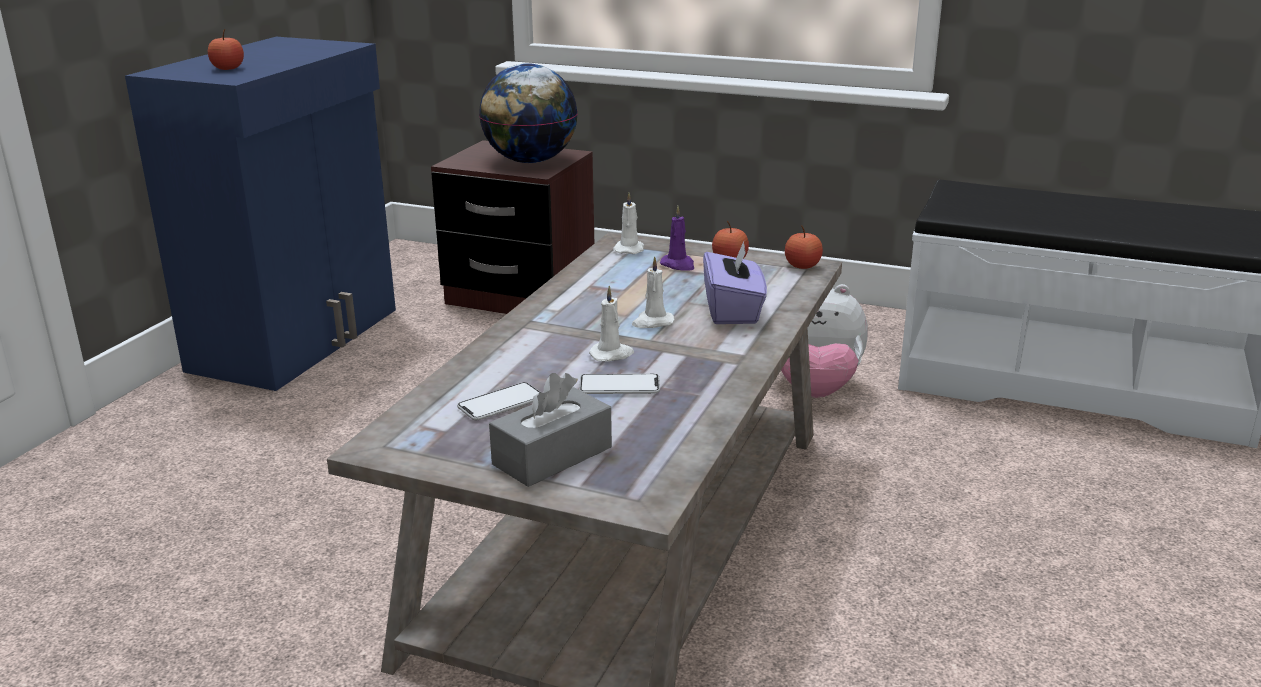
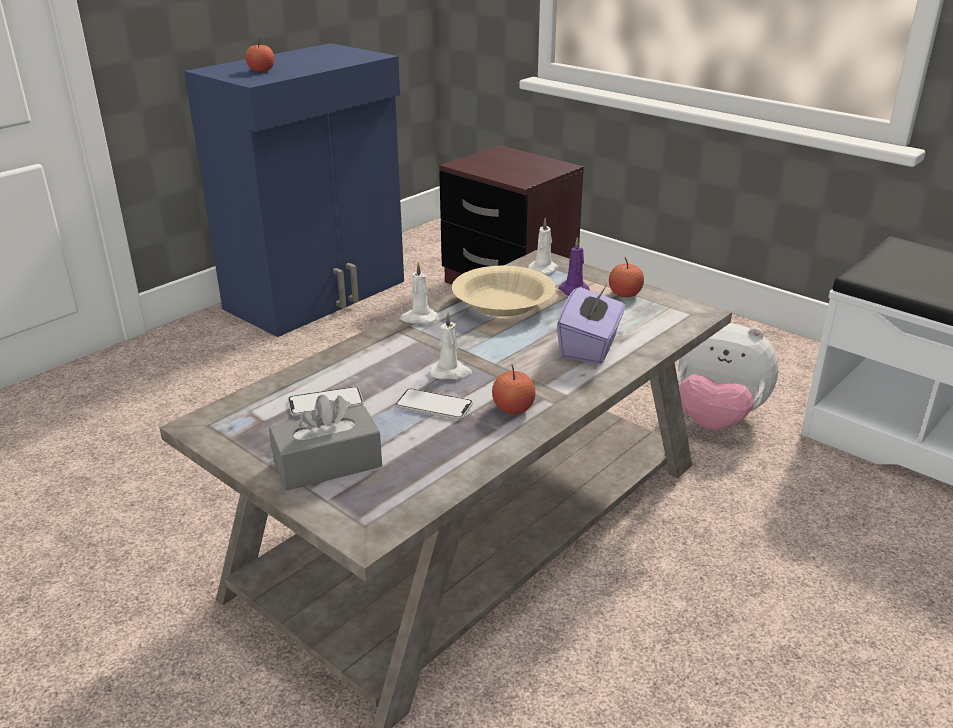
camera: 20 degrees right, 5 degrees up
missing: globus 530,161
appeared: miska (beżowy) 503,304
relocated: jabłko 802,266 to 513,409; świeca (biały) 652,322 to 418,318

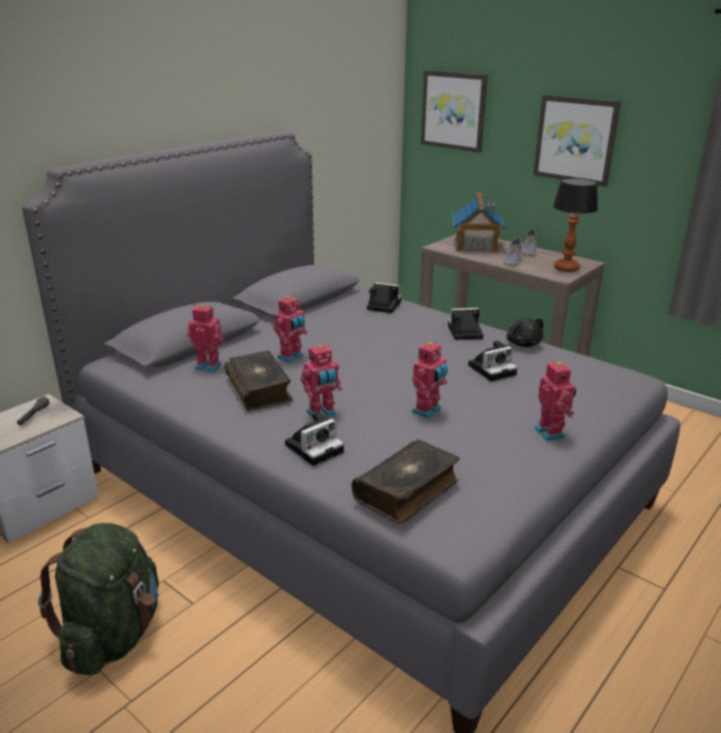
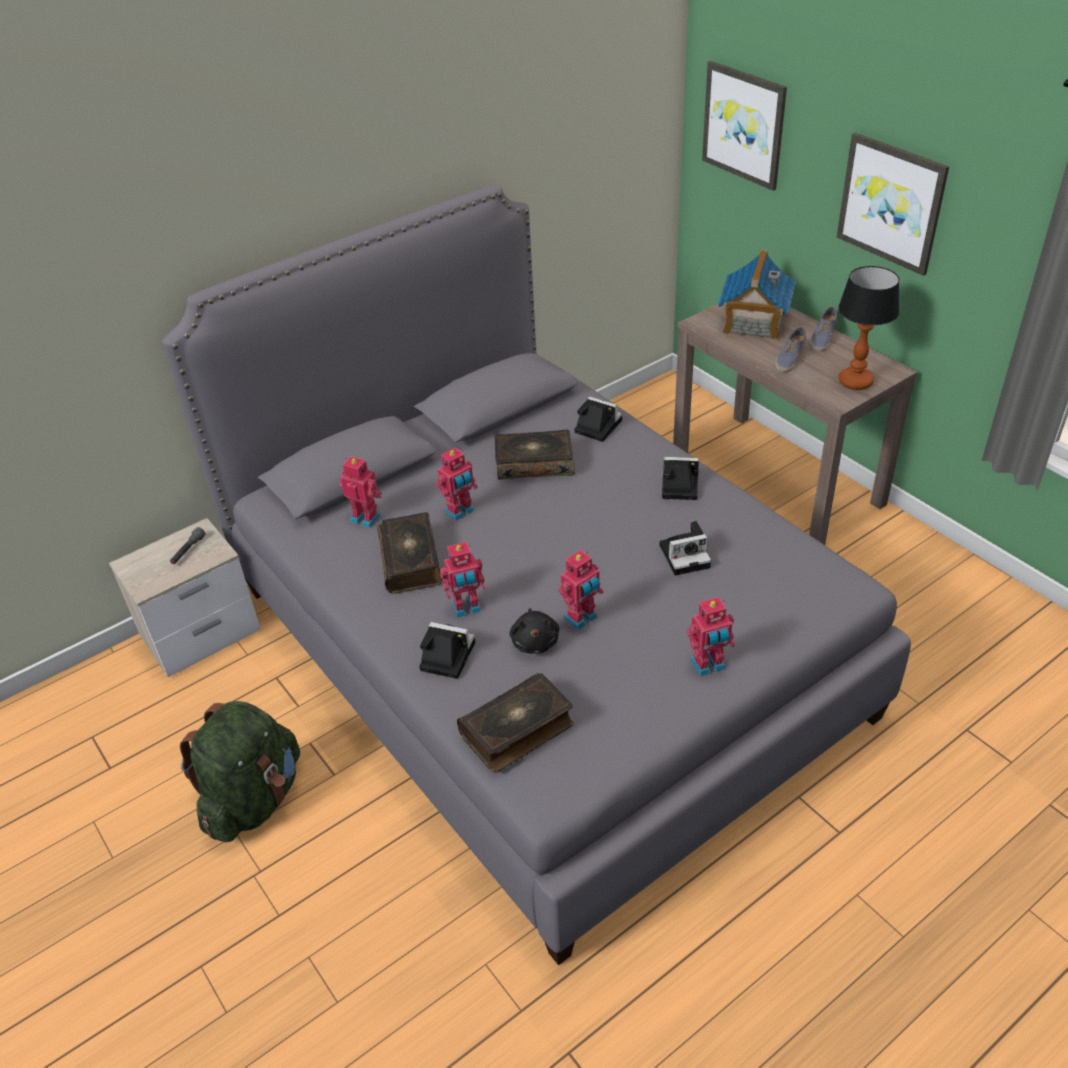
camera: 15 degrees right, 15 degrees up
appeared: książka 534,463
relocated: pluszak (czarny) 523,344 to 535,641
spun: robot zabawkowy 551,432 = 708,666 75 degrees clockwise; aparat fotograficzny 315,447 = 445,656 135 degrees counterclockwise

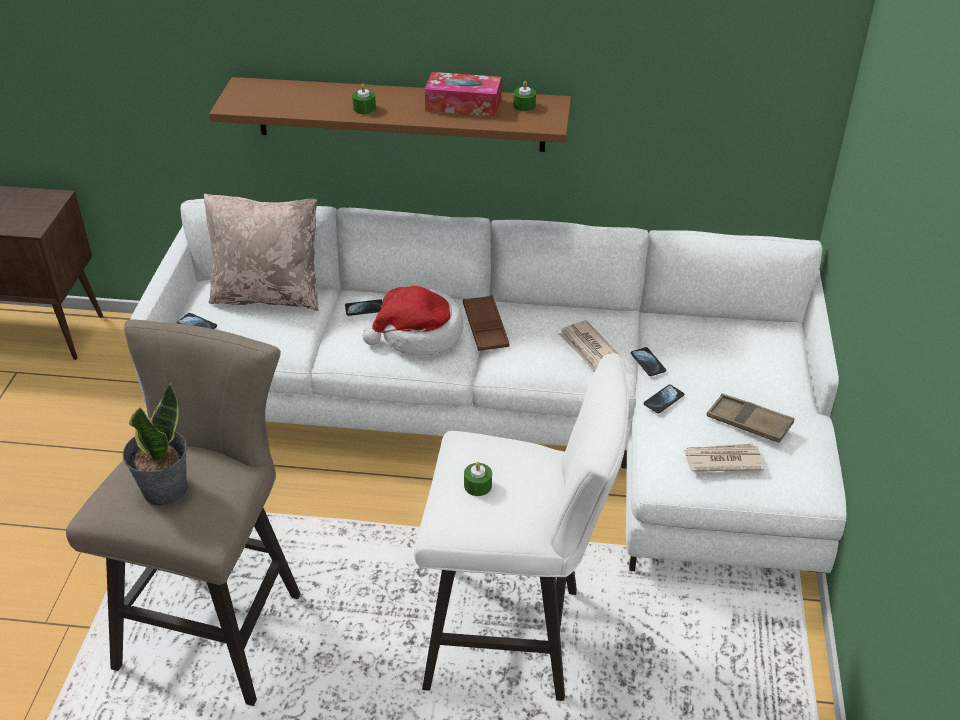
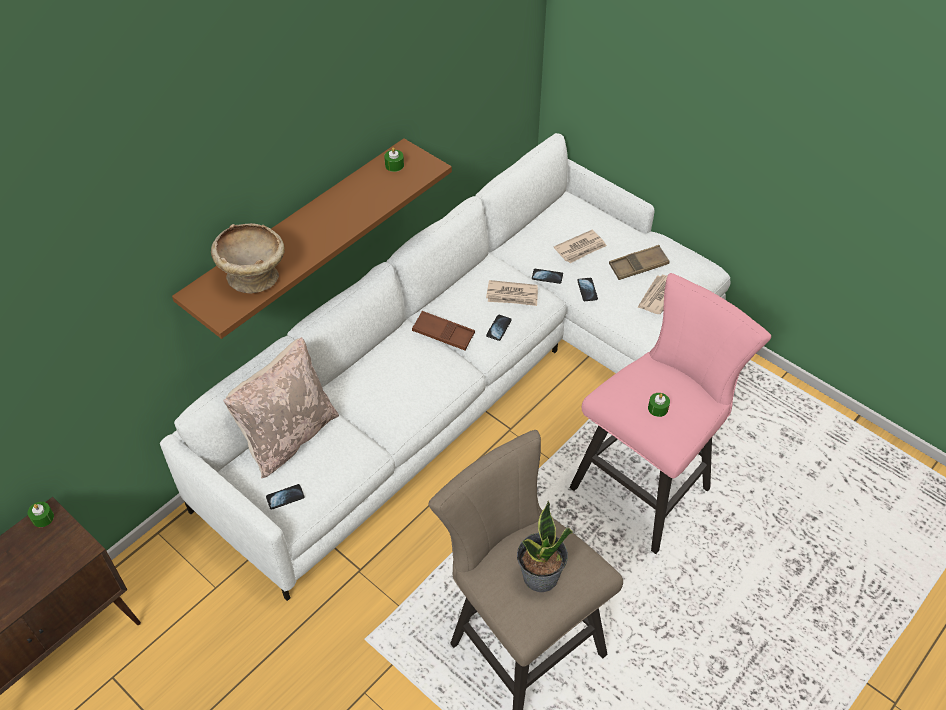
camera: 55 degrees left, 10 degrees up
missing: pudełko chusteczek 463,105; kapelusz 419,334
appeared: miska (beżowy) 253,276; gazeta 580,248
relocated: świeca (zielony) 364,108 to 43,518; telefon 364,308 to 498,328
colour: stołek (biały) 516,637 to stołek (różowy) 648,484

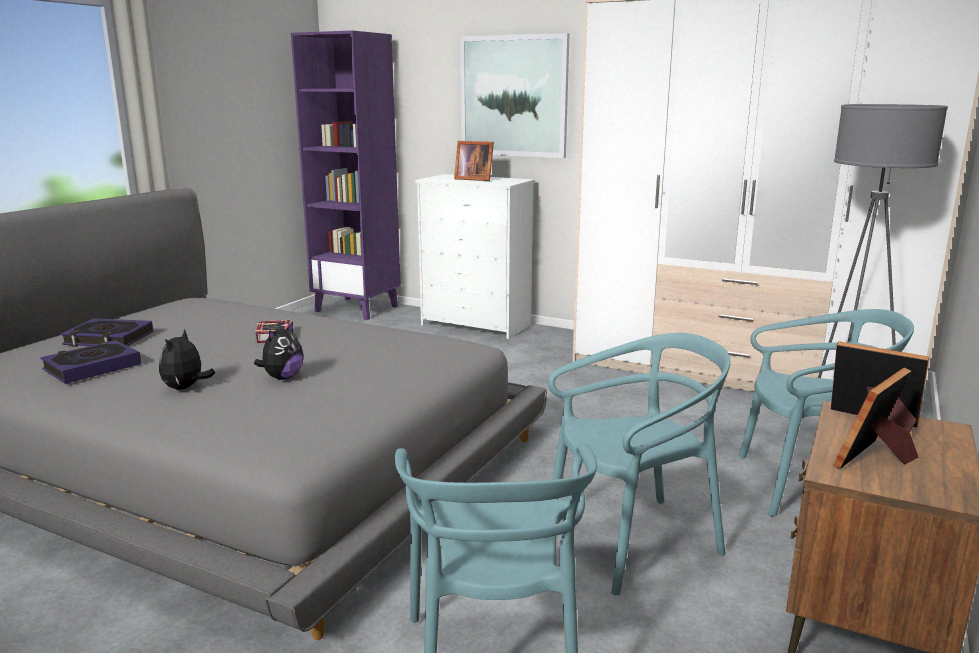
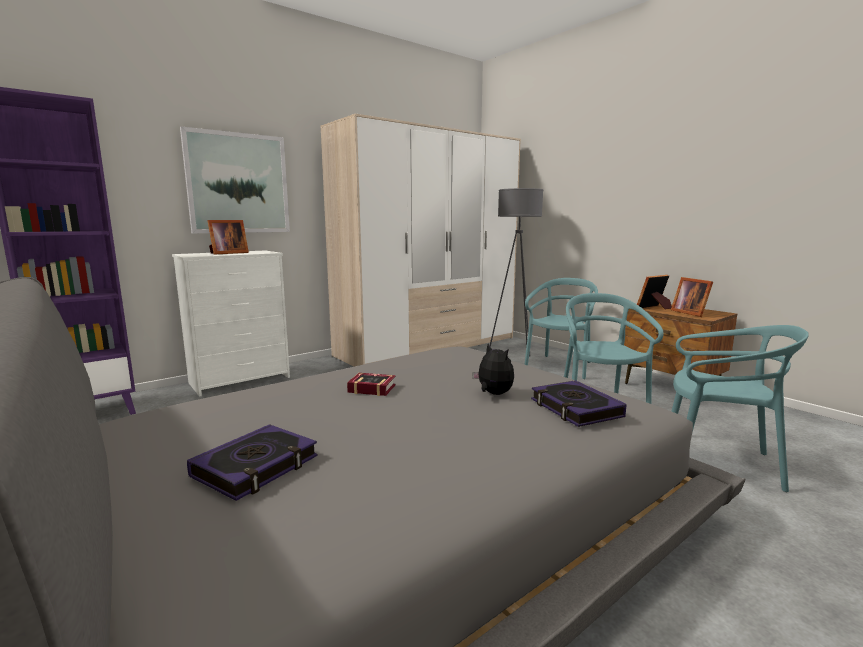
camera: 65 degrees left, 5 degrees down
missing: pluszak 186,388
relocated: książka 92,367 to 575,408

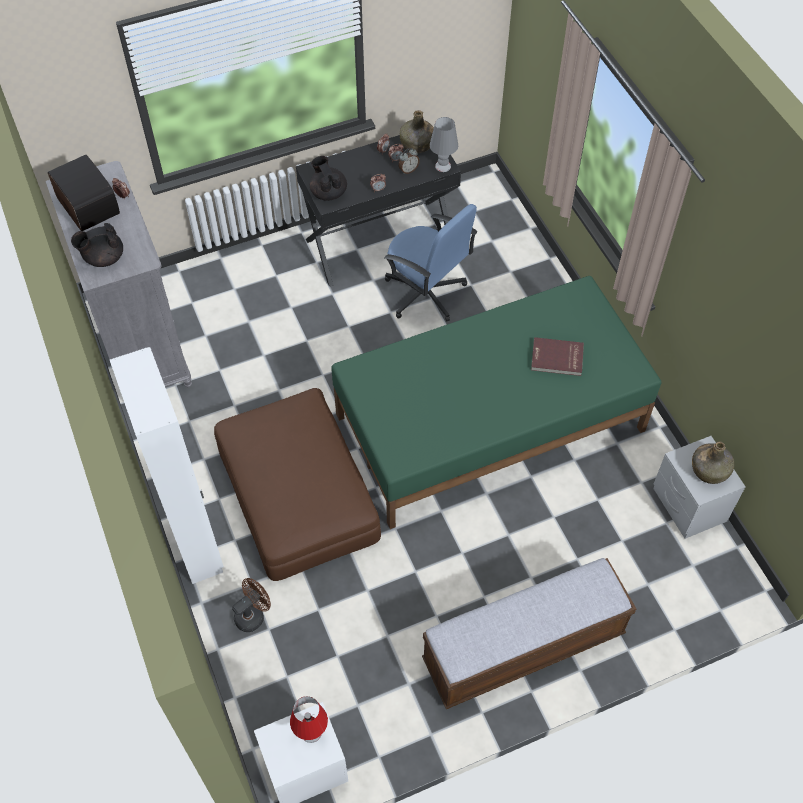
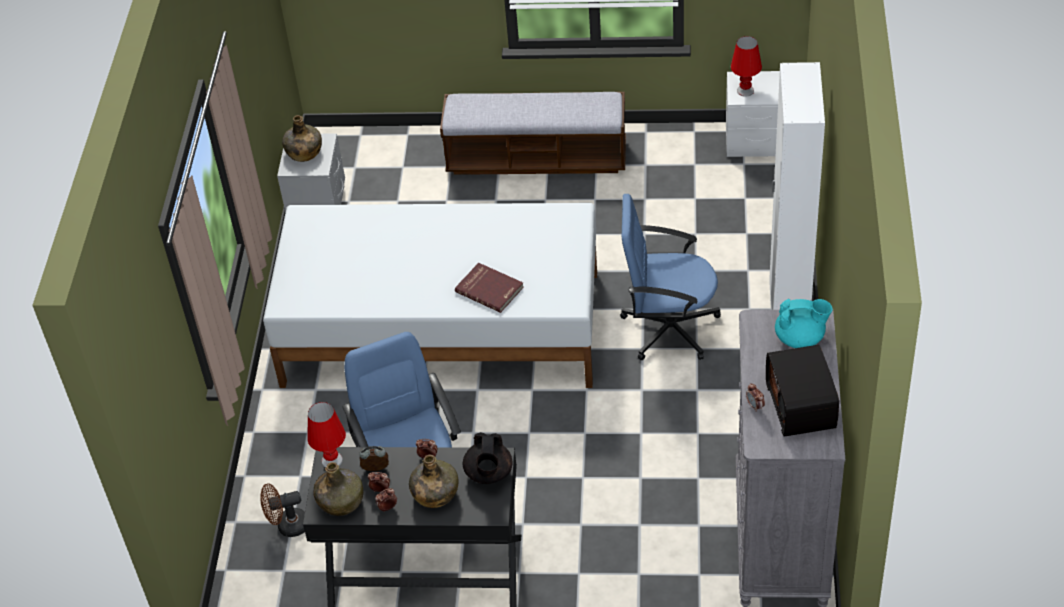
camera: 150 degrees left, 10 degrees down
appeared: butelka (zielony) 435,493
relocated: książka (czerwony) 557,358 to 490,289; wentylator (brązowy) 253,615 to 287,526
exchanged: pufa (brązowy) 298,493 to krzesło biurowe (niebieski) 668,328
colour: lampa stołowa (szary) 442,166 to lampa stołowa (czerwony) 332,460; imbryk (czarny) 103,258 to imbryk (turkusowy) 800,338; łóżko (zielony) 491,423 to łóżko (biały) 441,327

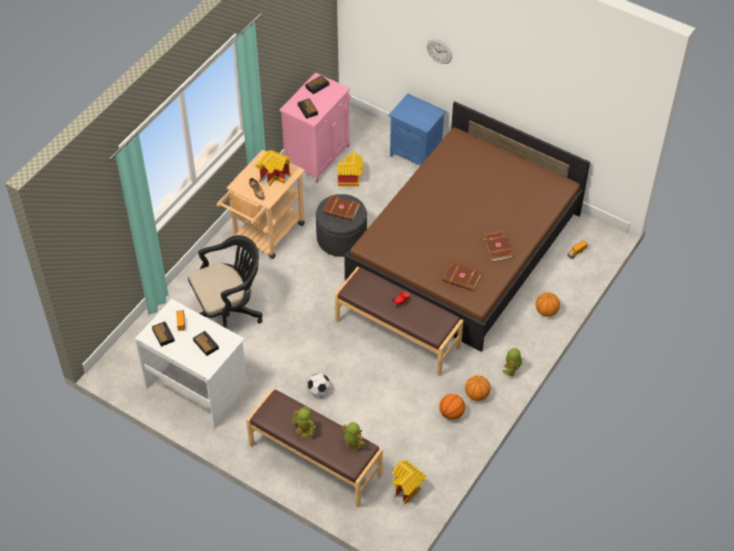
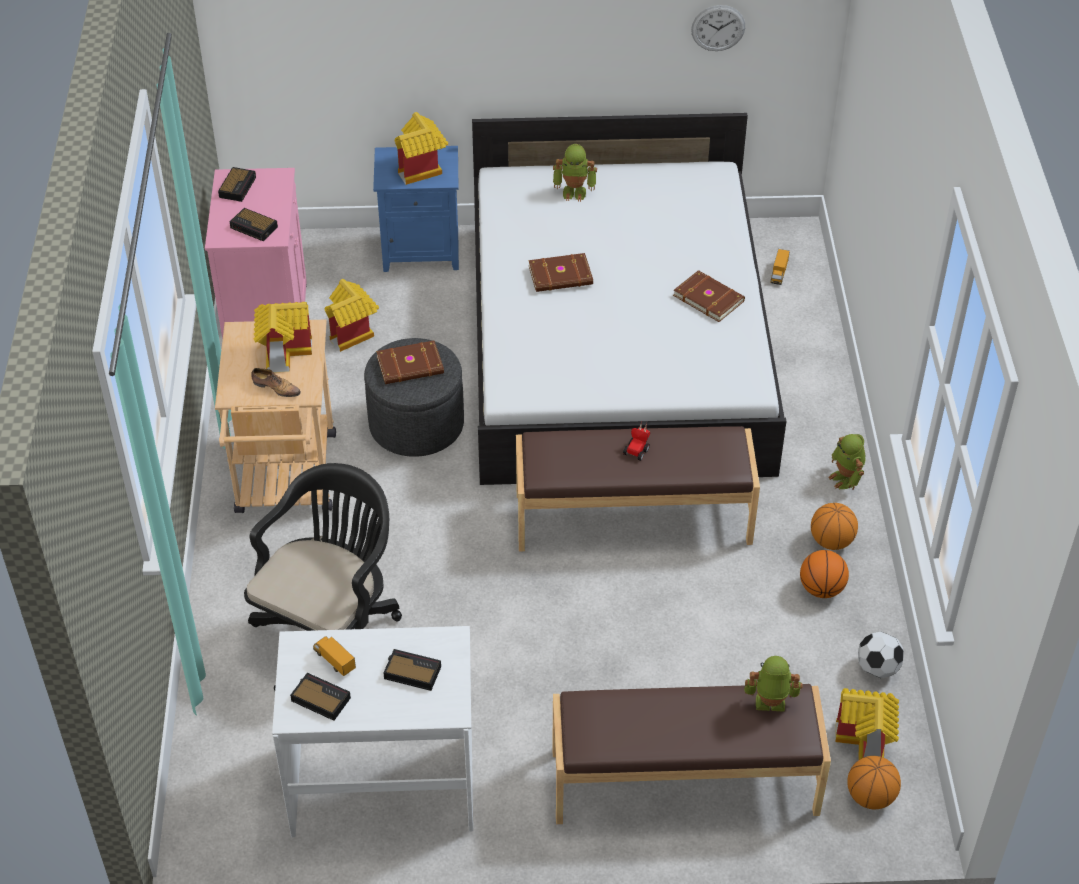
camera: 35 degrees left, 5 degrees down
appeared: domek 422,170
relocated: zegar ścienny 439,51 to 718,28; książka (brązowy) 461,278 to 561,276; piłka do koszykówki 546,311 to 870,797; piłka futbolowa 319,391 to 877,668; robot zabawkowy 305,430 to 574,191
colour: łóżko (brązowy) 464,247 to łóżko (biały) 616,344

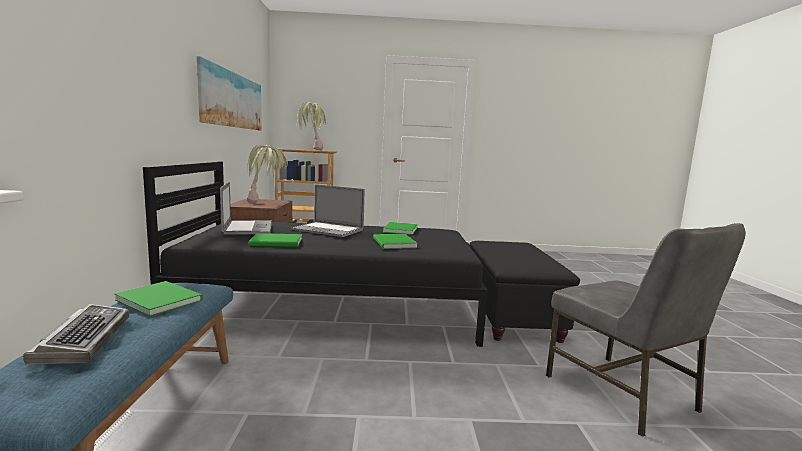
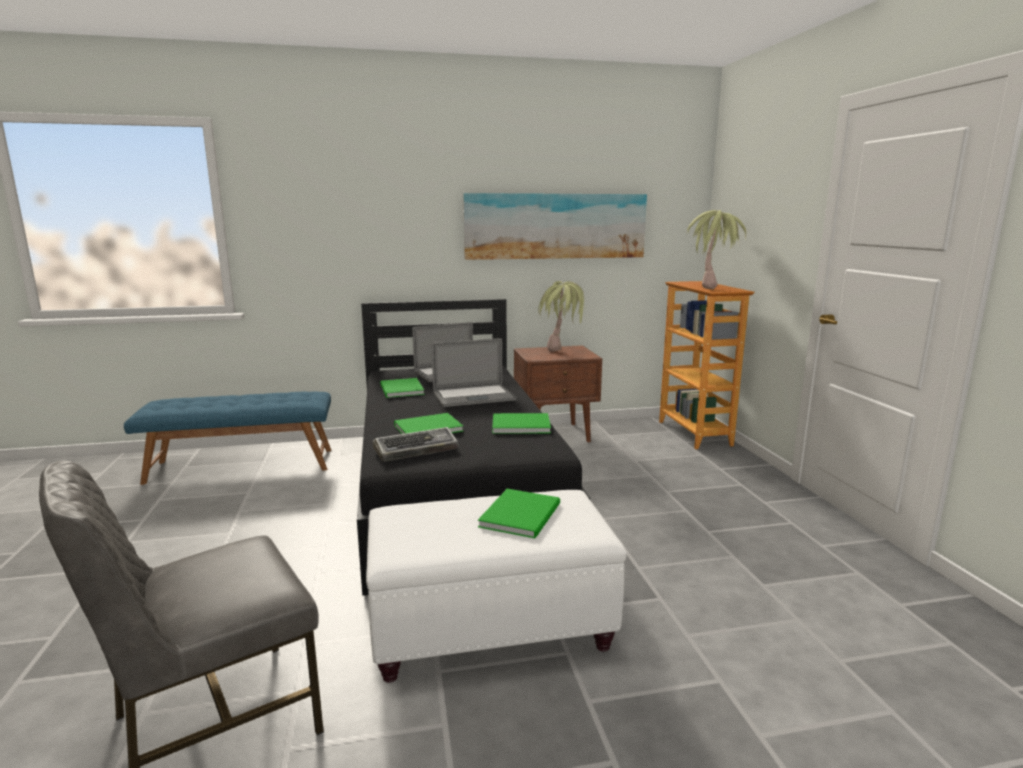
camera: 80 degrees right, 5 degrees up
relocated: książka (zielony) 160,299 to 523,514; klawiatura 84,340 to 416,450
colour: pufa (czarny) 510,314 to pufa (biały) 492,627
spun: laptop 328,230 = 474,396 120 degrees counterclockwise

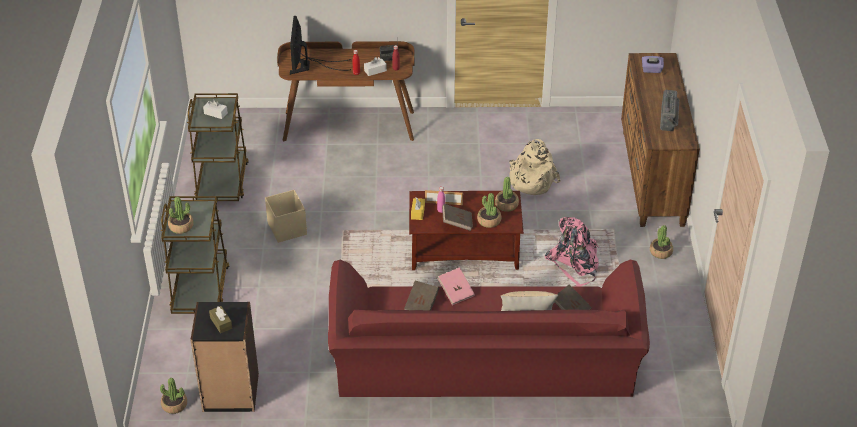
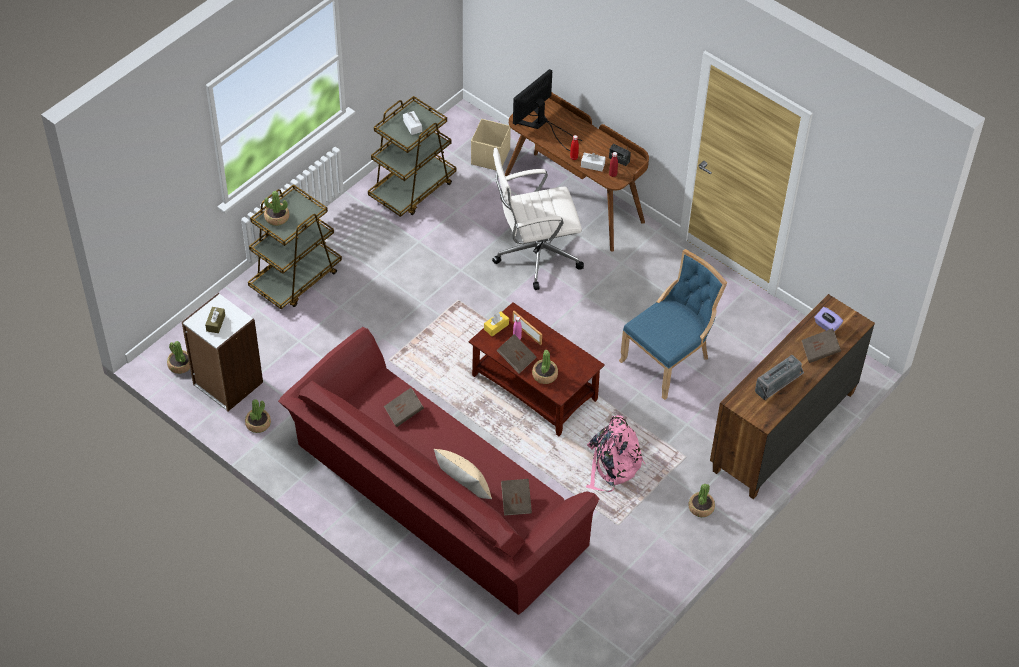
camera: 40 degrees right, 10 degrees up
missing: książka (różowy) 456,292
appeared: krzesło biurowe (biały) 535,255; książka (brązowy) 819,351
relocated: roślina doniczkowa 506,205 to 258,424; pojemnik do przechowywania (beżowy) 287,228 to 491,156
exchanged: plecak (beżowy) 531,180 to krzesło (niebieski) 669,360
colour: regał (czarny) 230,393 to regał (biały) 227,384

